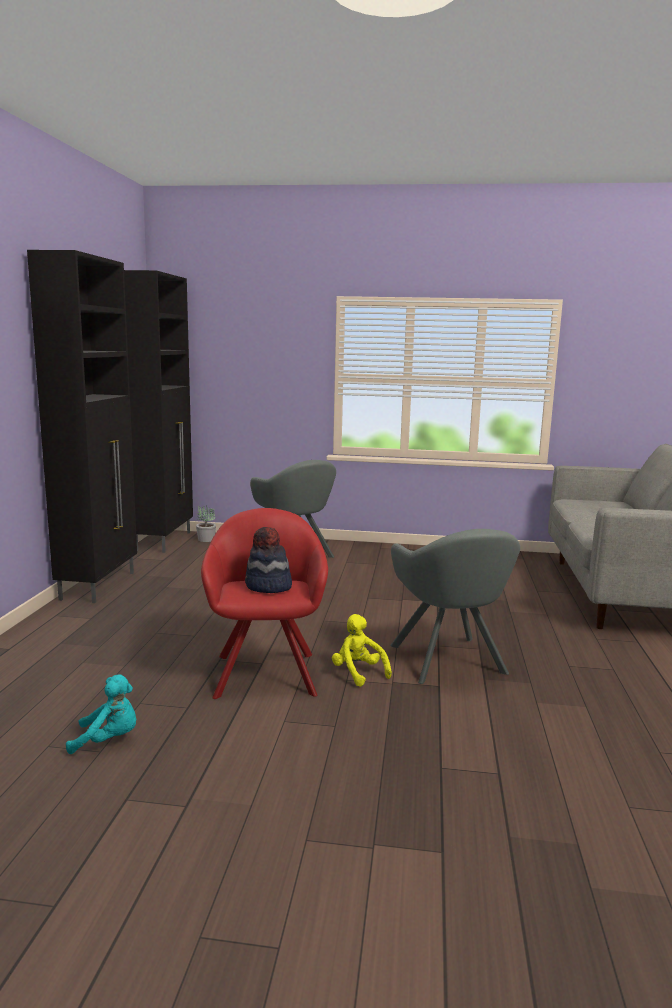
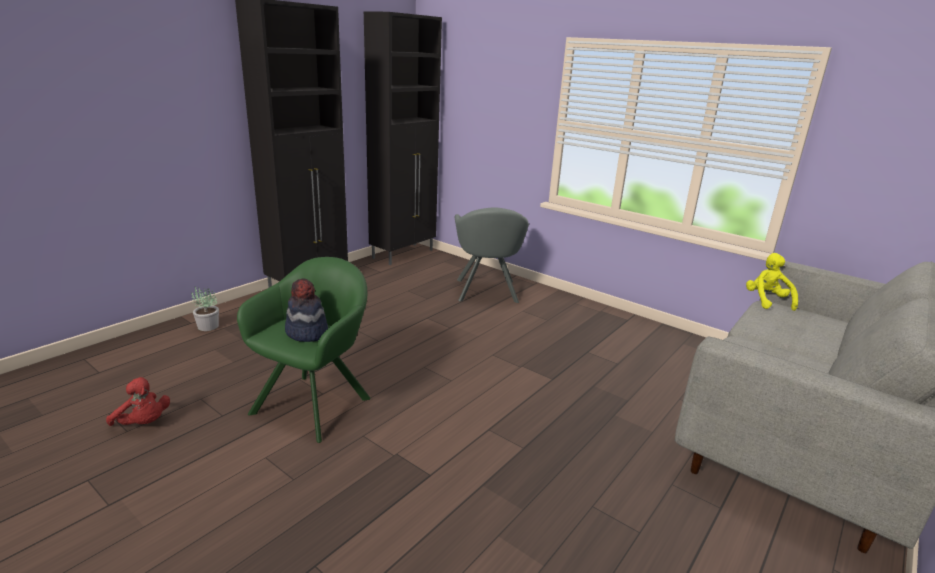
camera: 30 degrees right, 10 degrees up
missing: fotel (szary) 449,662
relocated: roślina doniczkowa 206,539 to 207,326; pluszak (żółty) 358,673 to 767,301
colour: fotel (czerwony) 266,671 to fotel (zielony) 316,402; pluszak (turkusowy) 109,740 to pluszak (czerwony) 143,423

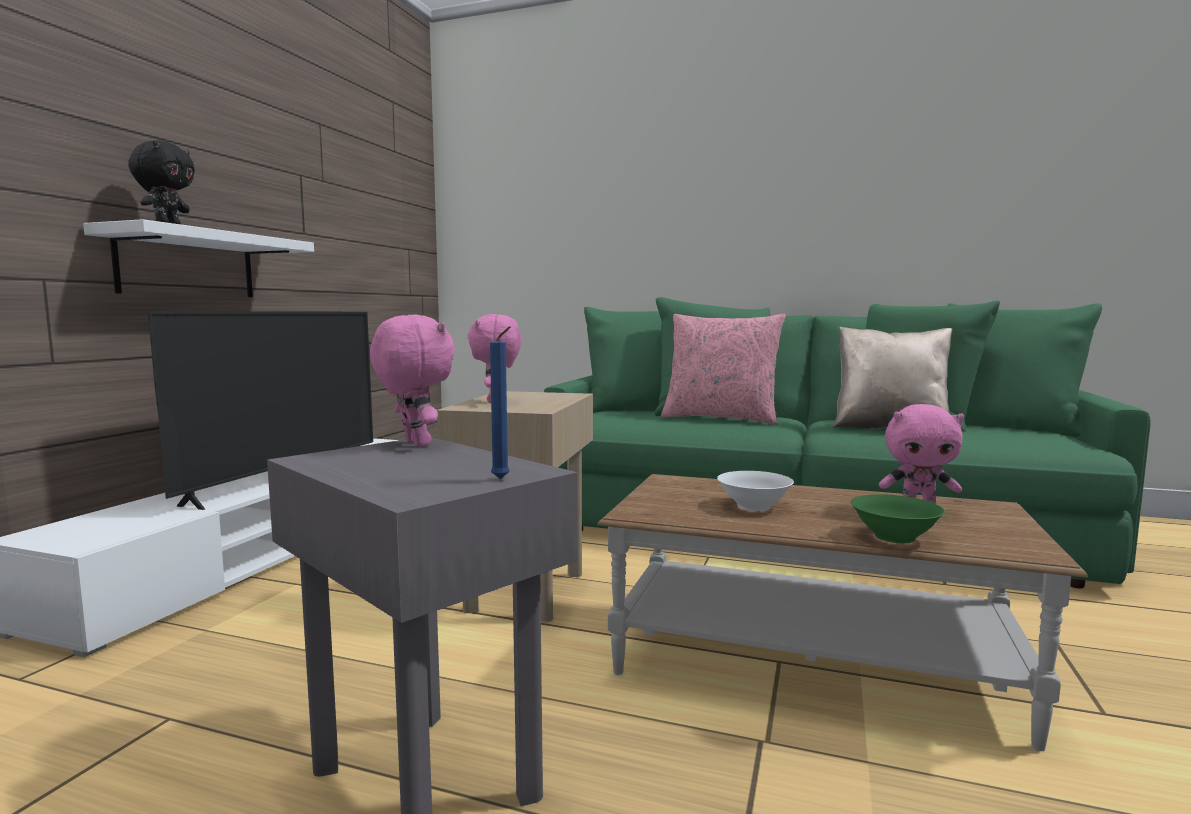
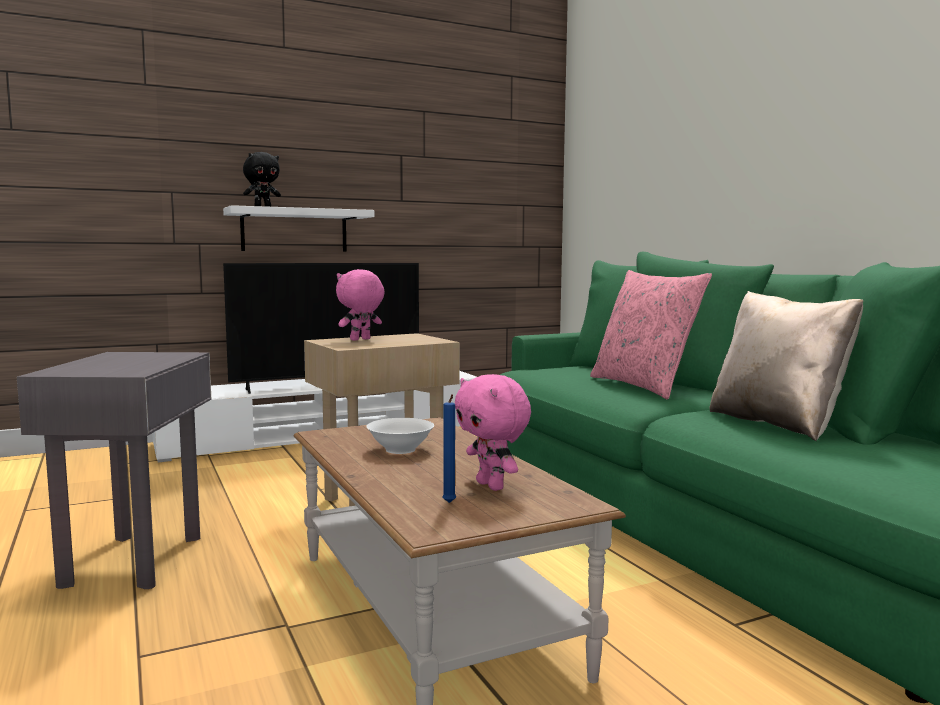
camera: 45 degrees right, 0 degrees up
missing: pluszak (różowy) 414,443; miska (zielony) 894,537
relocated: świeca (niebieski) 502,479 to 449,503

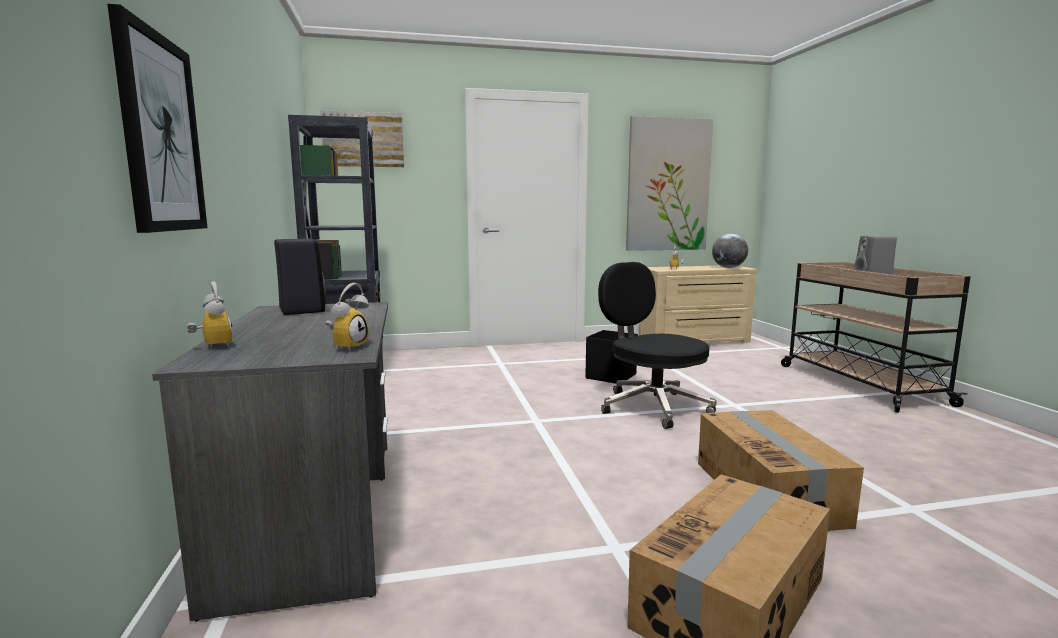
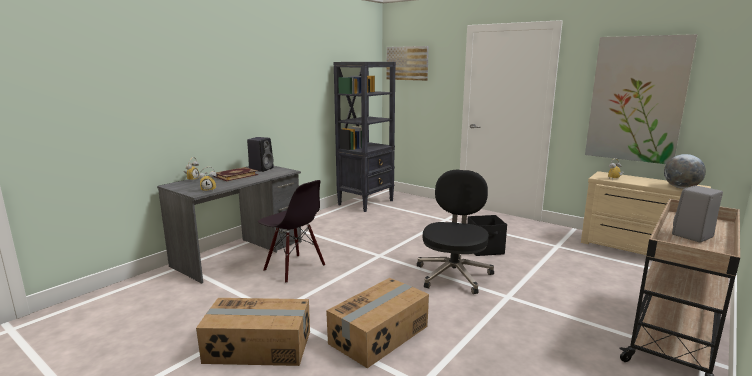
camera: 50 degrees right, 5 degrees up
missing: obraz 160,134
appeared: książka 235,175; krzesło (czarny) 294,268

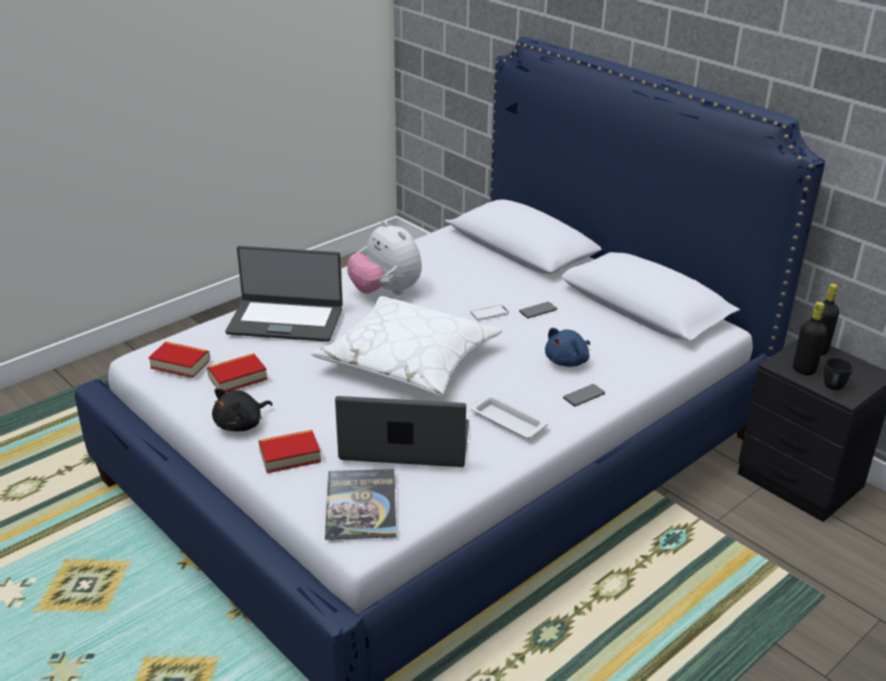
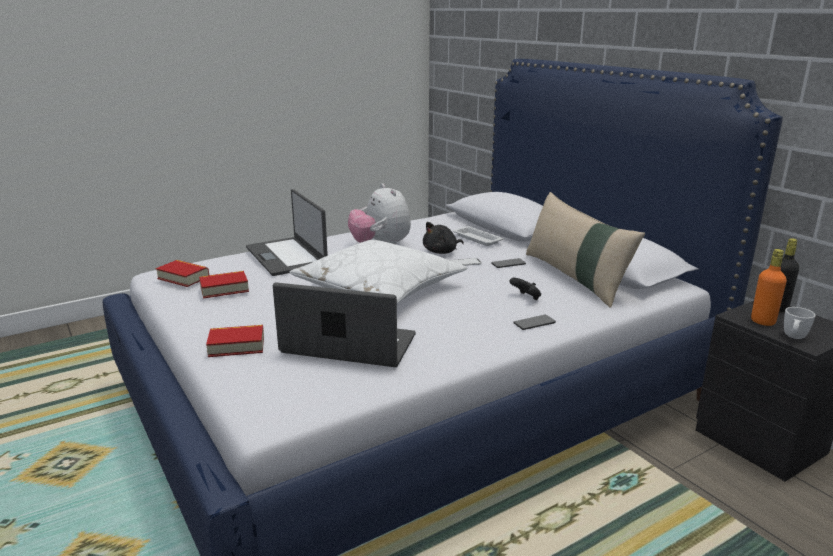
camera: 10 degrees right, 10 degrees down
missing: książka 361,505
appeared: poduszka (beżowy) 575,278
relocated: pluszak (czarny) 241,424 to 442,252; taca (biały) 506,421 to 476,239
exchanged: pluszak (niebieski) 568,361 to pad do gier (czarny) 526,298
colour: butelka (czarny) 804,369 to butelka (pomarańczowy) 762,321; kubek (czarny) 832,389 to kubek (biały) 793,338
spun: laptop 286,320 = 287,256 45 degrees clockwise

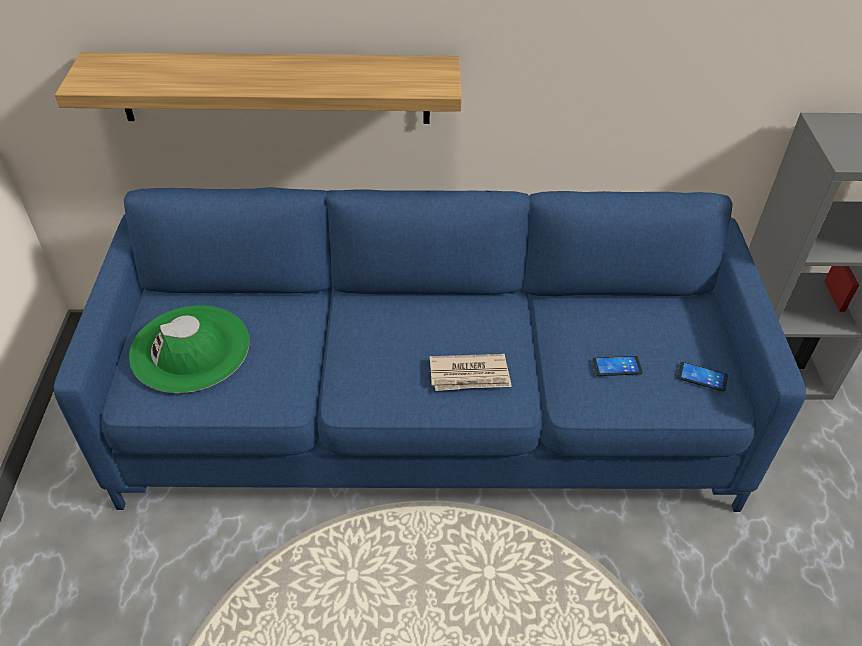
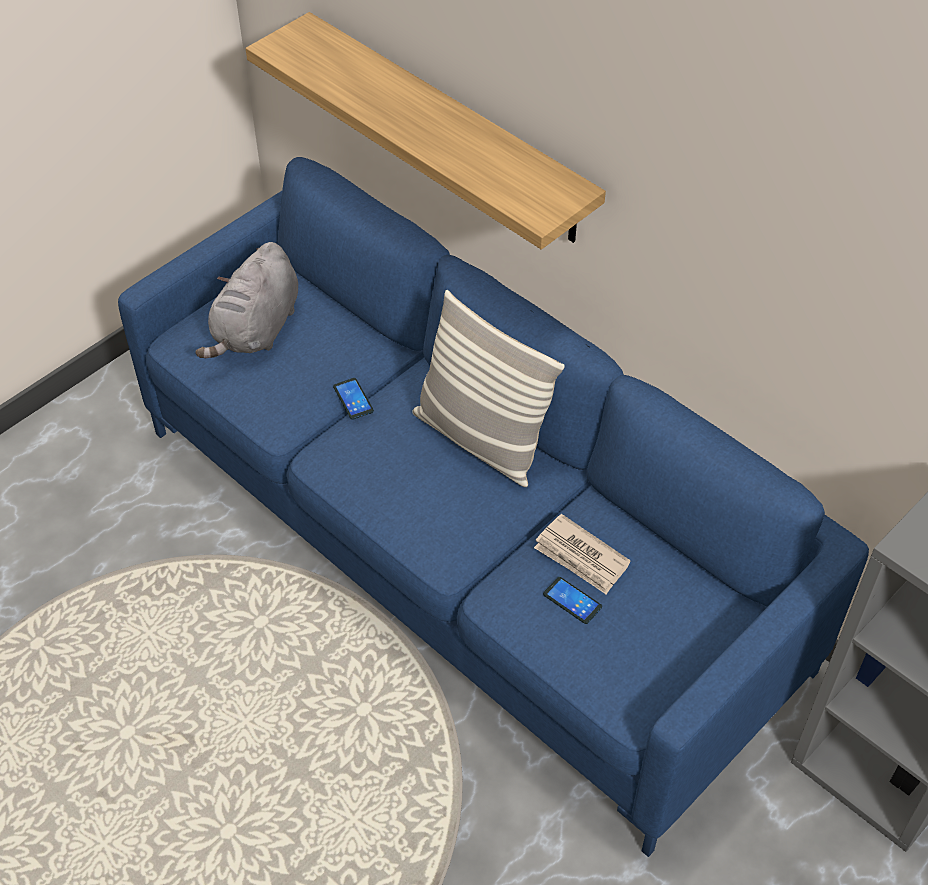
camera: 45 degrees right, 5 degrees up
appeared: poduszka 480,439
relocated: gazeta 470,375 to 581,557; telefon 702,377 to 353,399
exchanged: kapelusz (zielony) 190,348 to pluszak (szary) 256,330

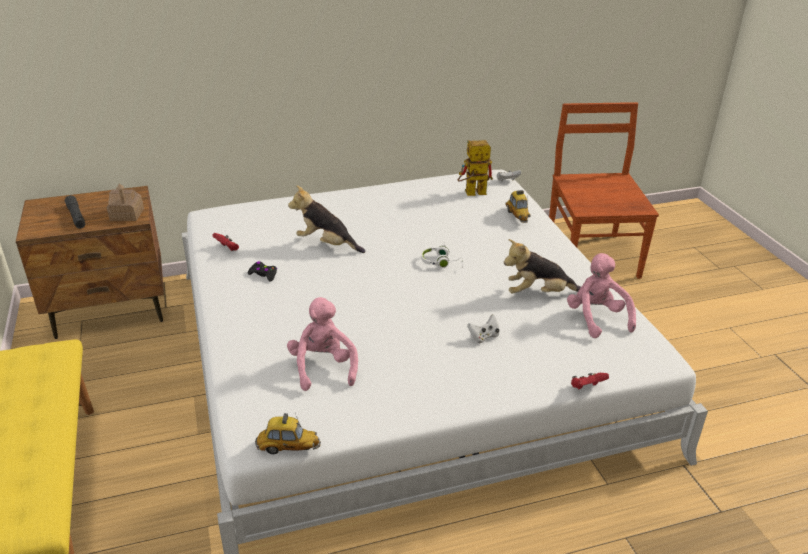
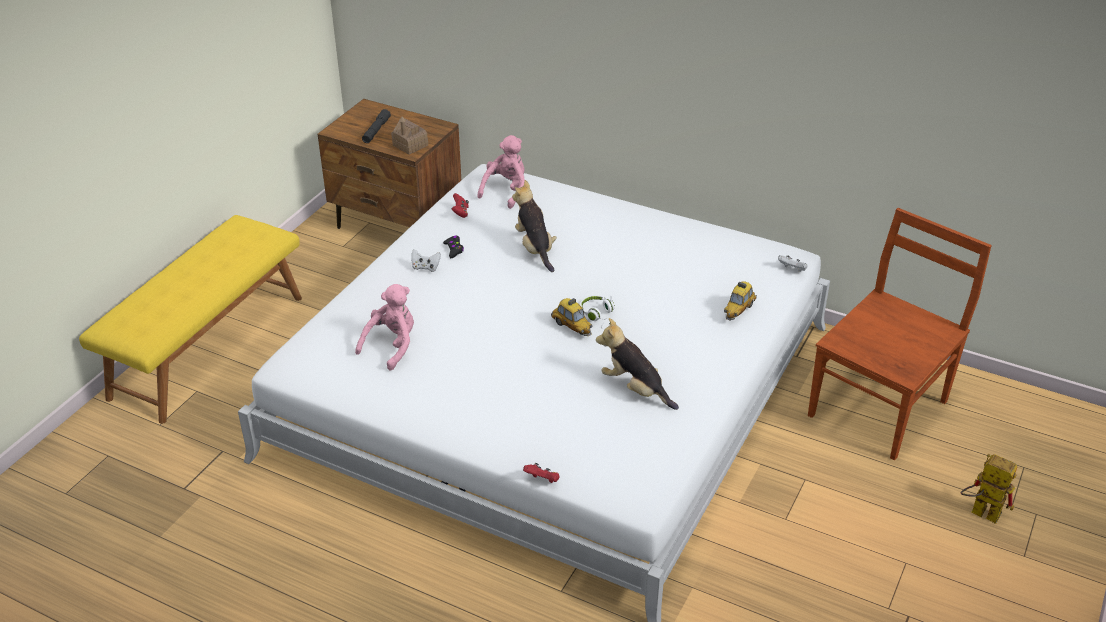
camera: 45 degrees right, 5 degrees up
relocated: robot zabawkowy 471,194 to 978,512; pluszak (różowy) 596,318 to 506,191; pad do gier (biały) 484,337 to 425,267; samochodzik 288,447 to 572,327

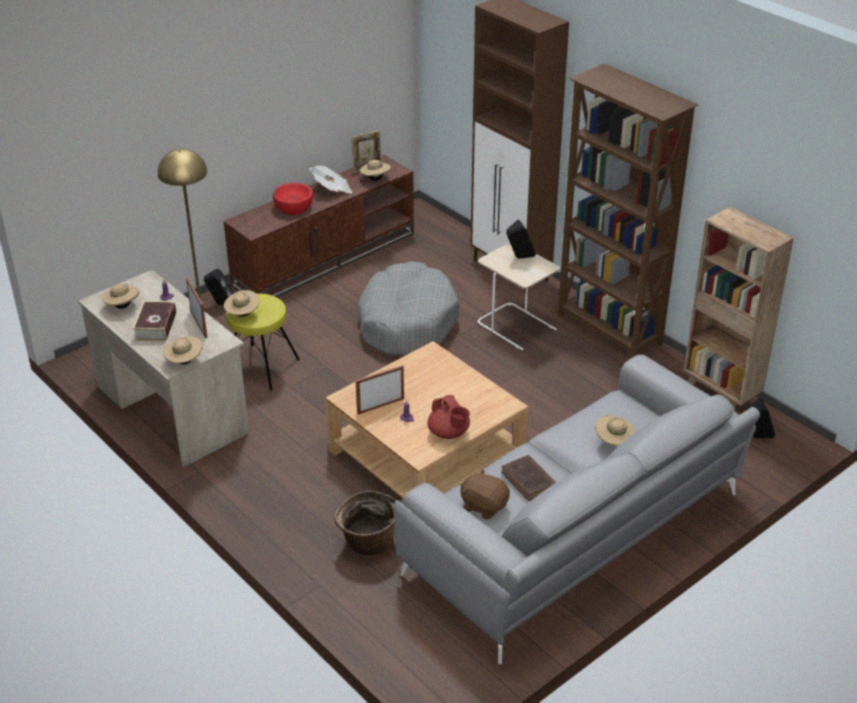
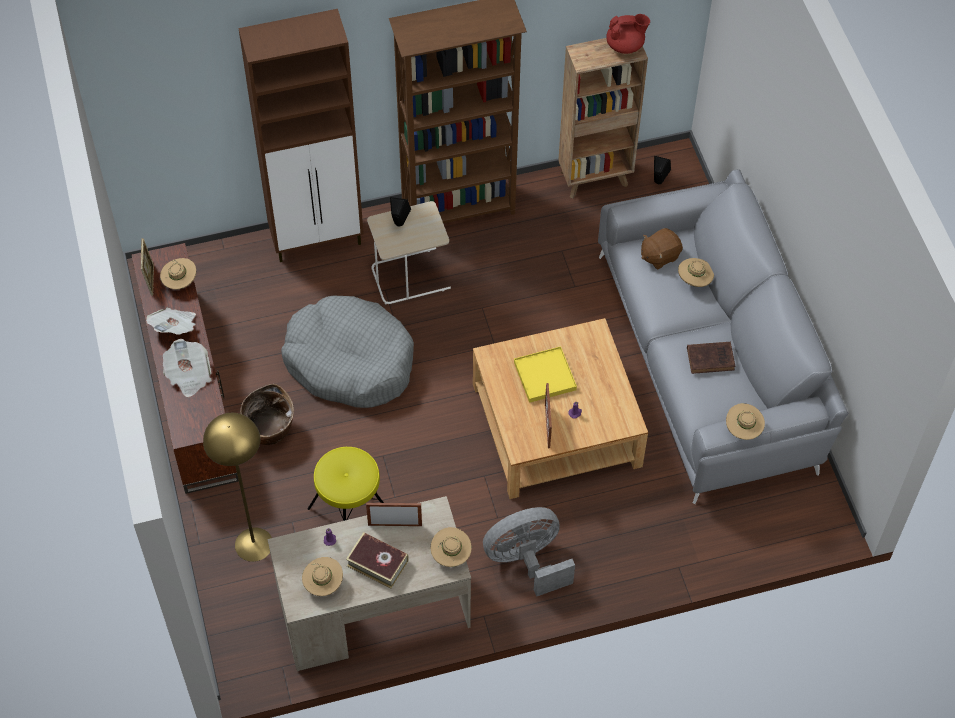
camera: 65 degrees left, 20 degrees up
missing: głośnik (czarny) 221,304
appeared: taca (żółty) 544,376; wentylator (szary) 527,561
relocated: kapelusz (beżowy) 242,314 to 743,429; imbryk (czerwony) 449,433 to 625,45; pluszak (brązowy) 484,506 to 659,256; koszyk 368,543 to 270,431
exchanged: miska (czerwony) 293,207 to gazeta 188,375

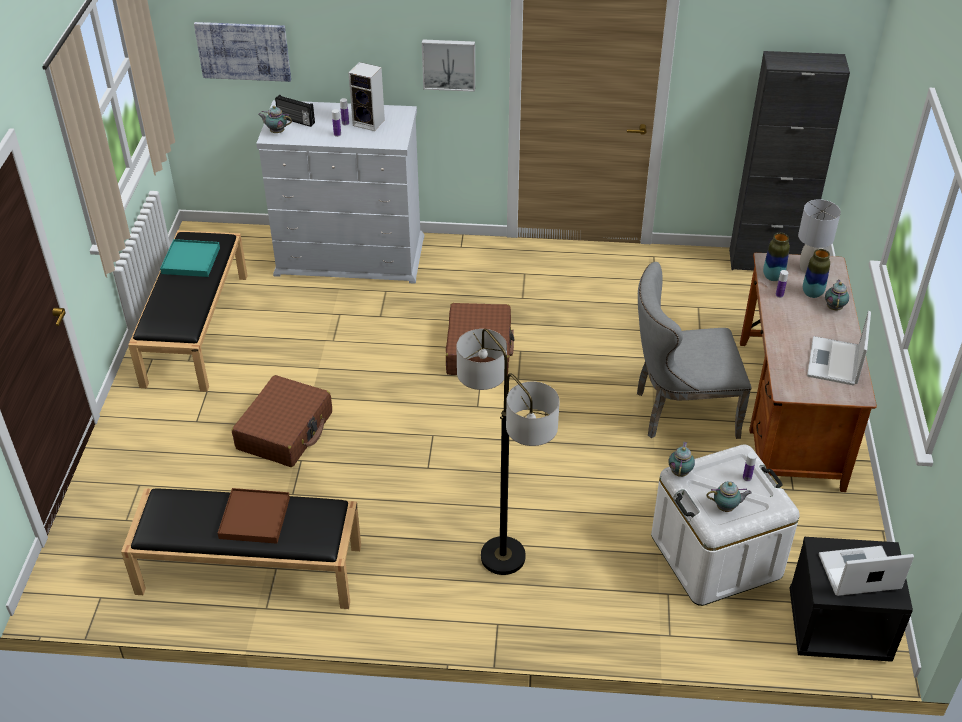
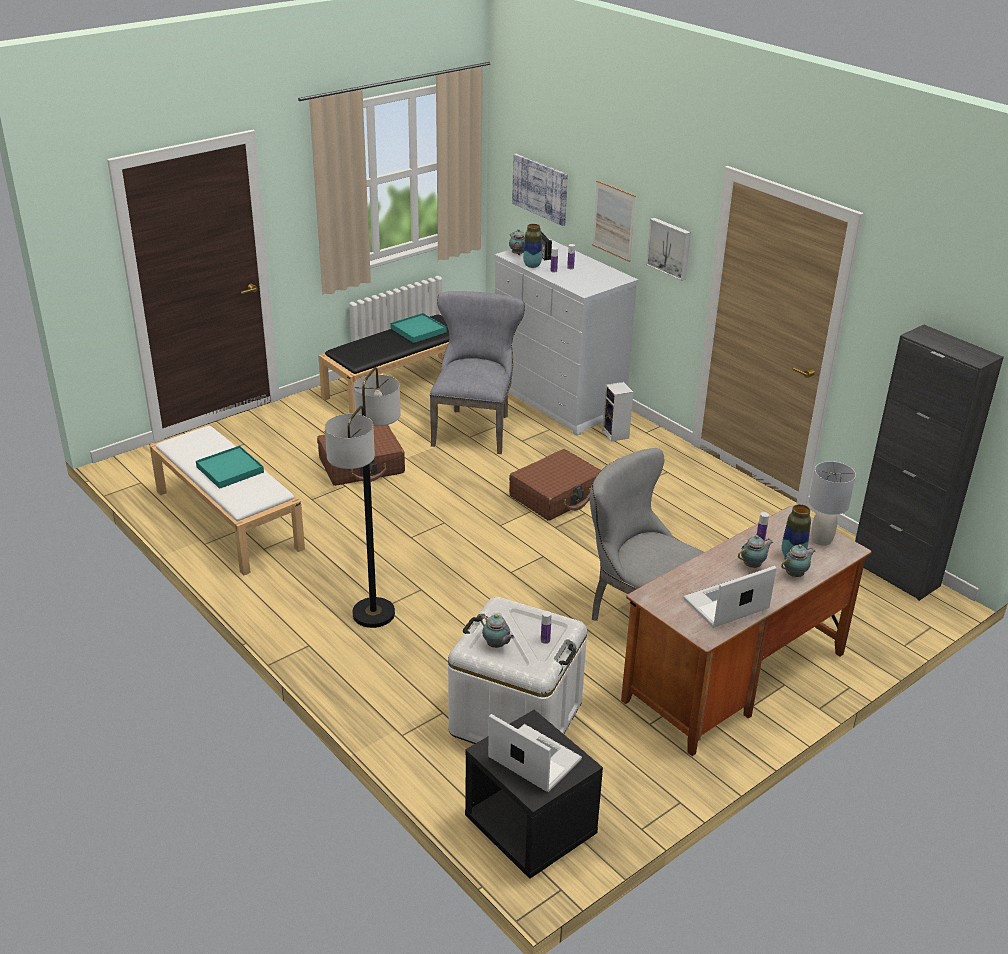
camera: 45 degrees right, 10 degrees down
appeared: obraz 613,220; krzesło (szary) 474,427
relocated: głośnik 370,122 to 616,435; wazon 773,277 to 532,265; imbryk 680,471 to 753,565
colour: ławka (czarny) 248,569 to ławka (biały) 227,519; taca (brązowy) 255,518 to taca (turkusowy) 230,470

